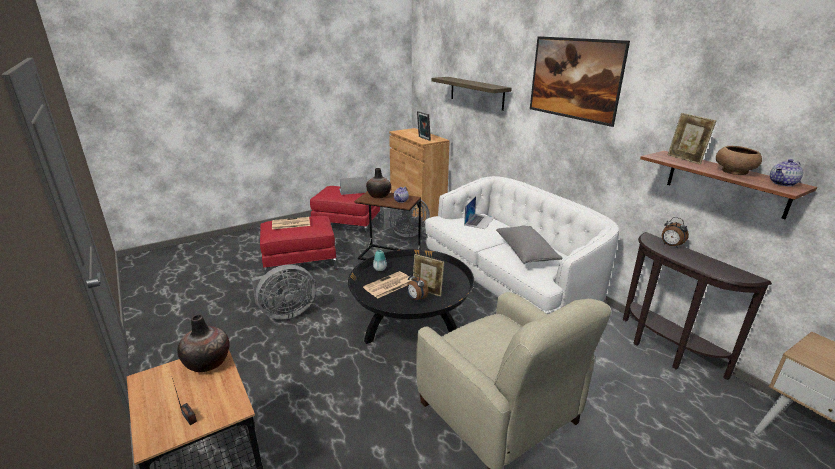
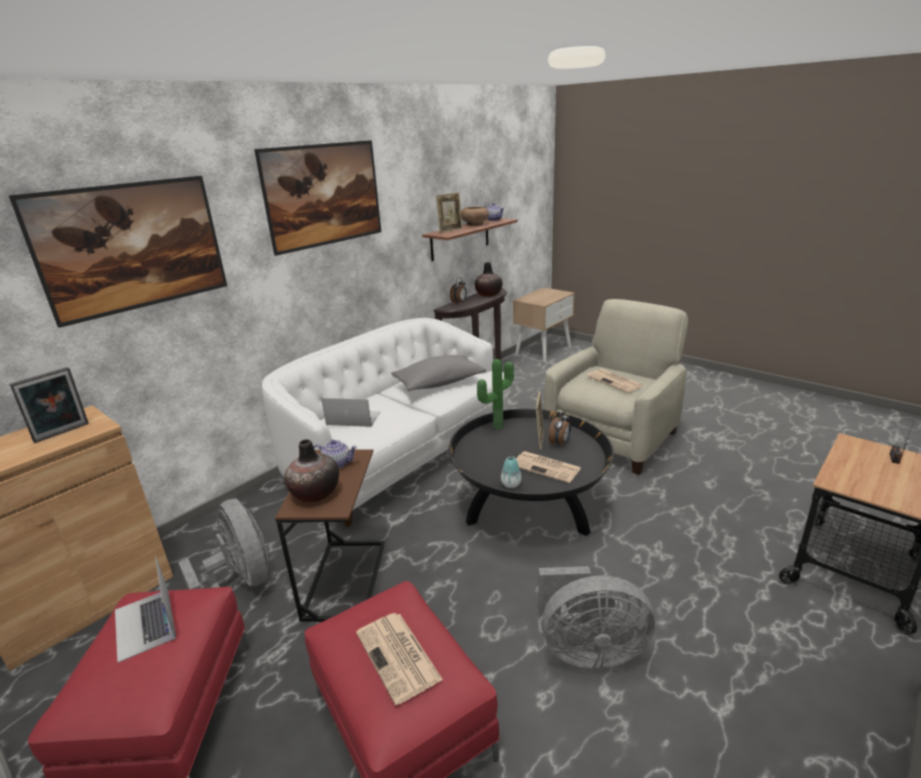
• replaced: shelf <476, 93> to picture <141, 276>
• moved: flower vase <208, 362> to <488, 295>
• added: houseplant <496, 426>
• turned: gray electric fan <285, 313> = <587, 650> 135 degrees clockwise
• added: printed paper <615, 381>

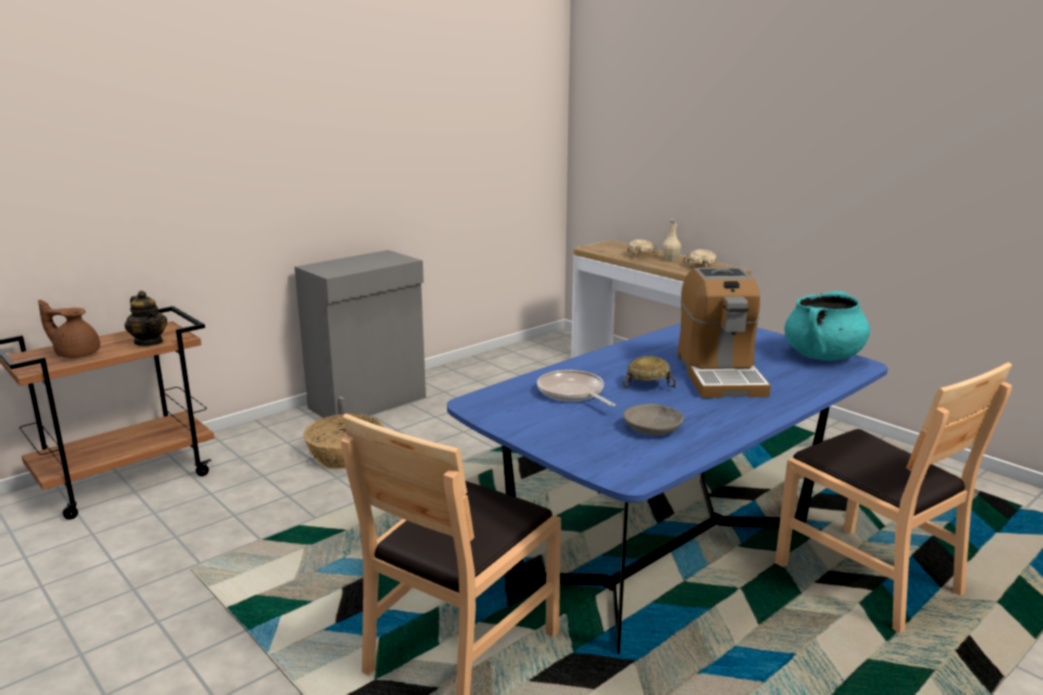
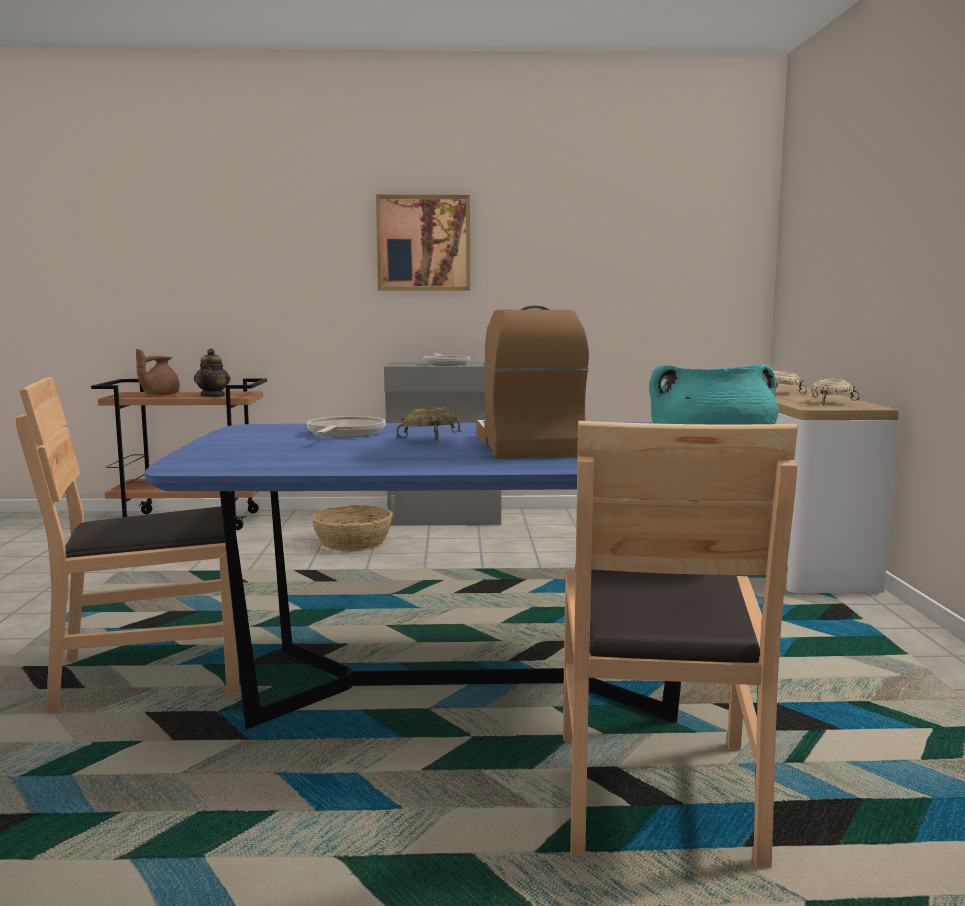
• turned: brown-coloured tea pot <76, 354> = <159, 395> 105 degrees counterclockwise
• added: picture <423, 243>
• added: skillet <446, 364>
• turned: coffee brewer <719, 374> = <527, 446> 135 degrees clockwise
• removed: gray deep dish <653, 428>
• removed: sand-coloured drink bottle <670, 260>

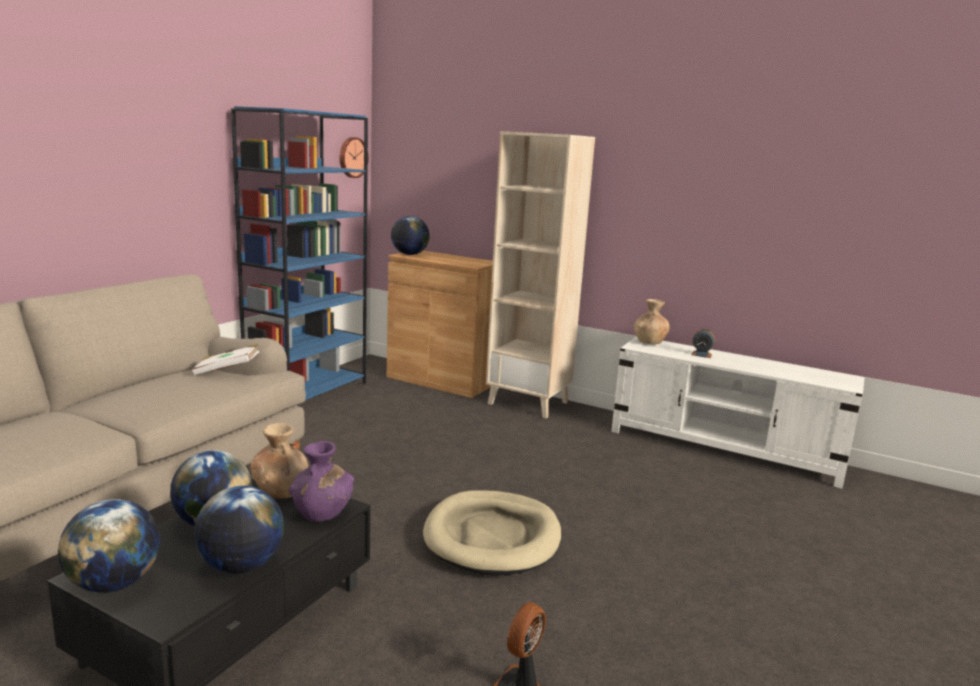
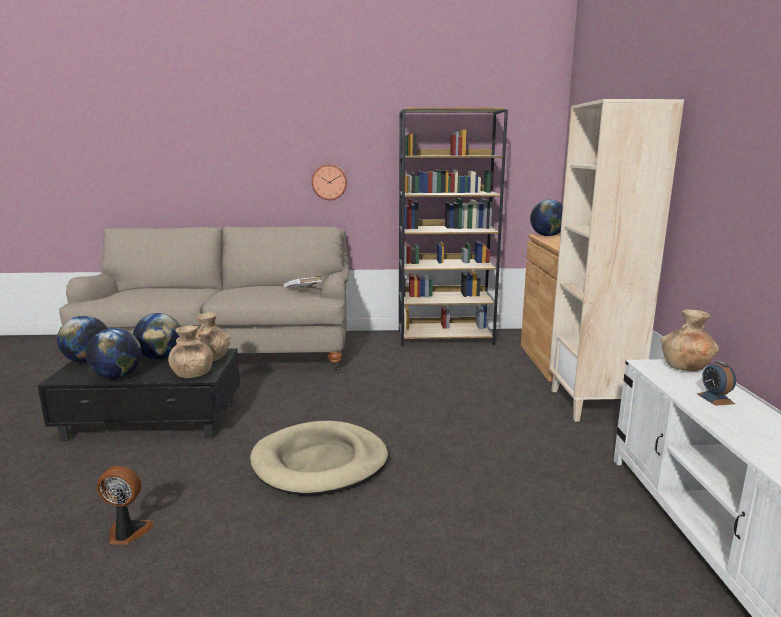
• recoloured: purple-coloured flower vase <322, 513> to brown-coloured flower vase <192, 374>
• moved: clock on the wall <352, 157> to <329, 182>
• recoloured: blue-coloured shelving unit <307, 392> to brown-coloured shelving unit <445, 337>

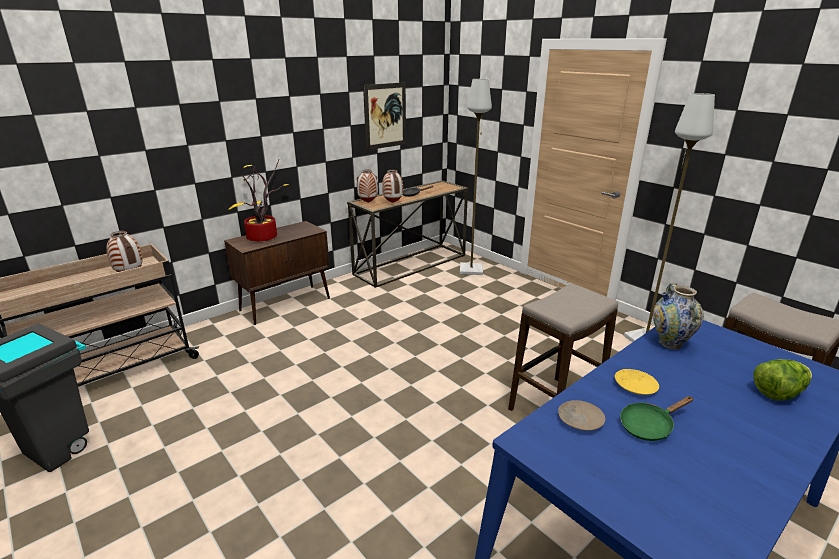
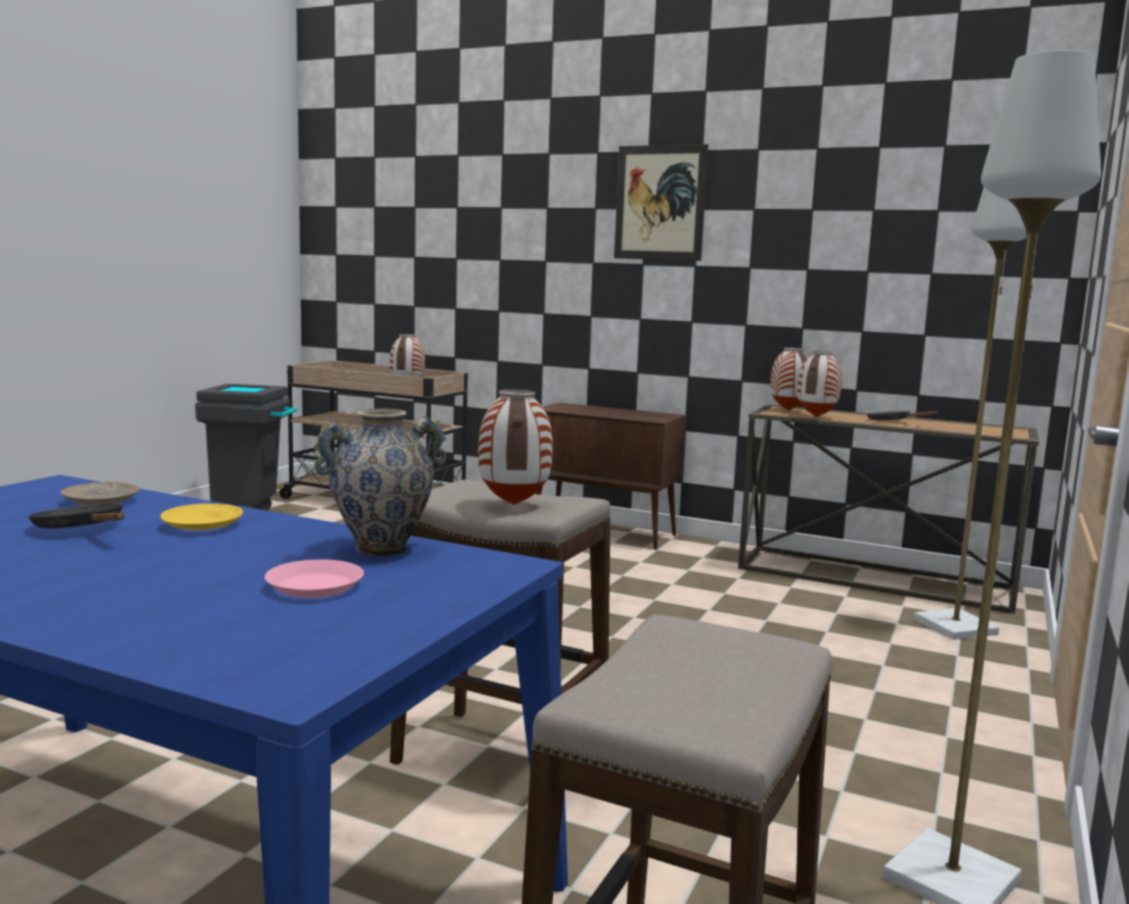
• recoloured: greenish skillet <649, 426> to blackish skillet <82, 529>
• added: pinkish plate <314, 586>
• added: flower vase <512, 504>
• moved: picture <385, 116> to <660, 203>
• removed: houseplant <263, 238>
• removed: lettuce <778, 393>

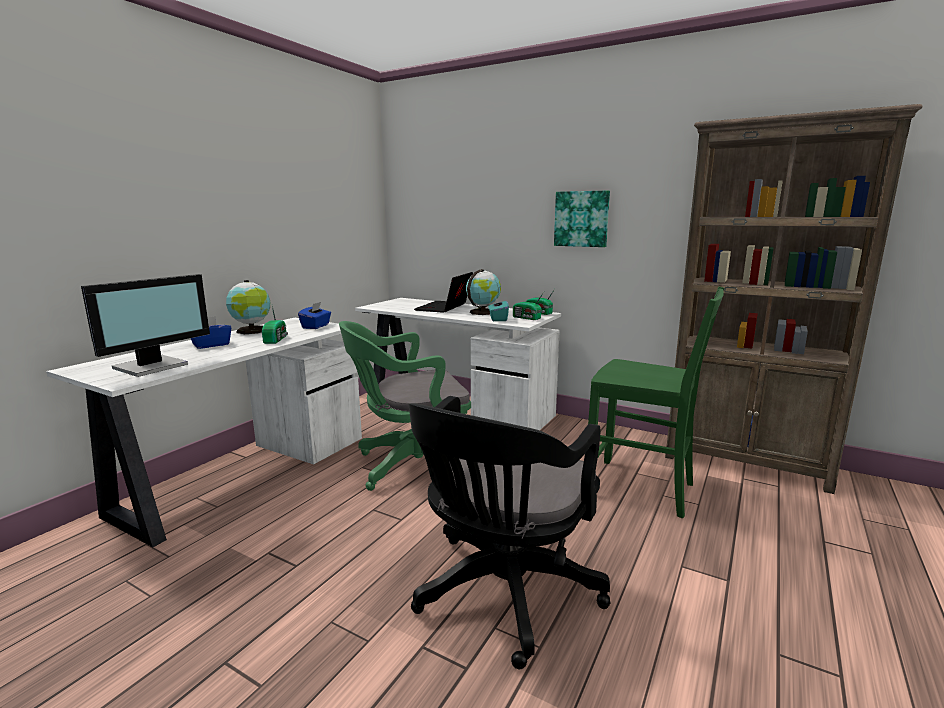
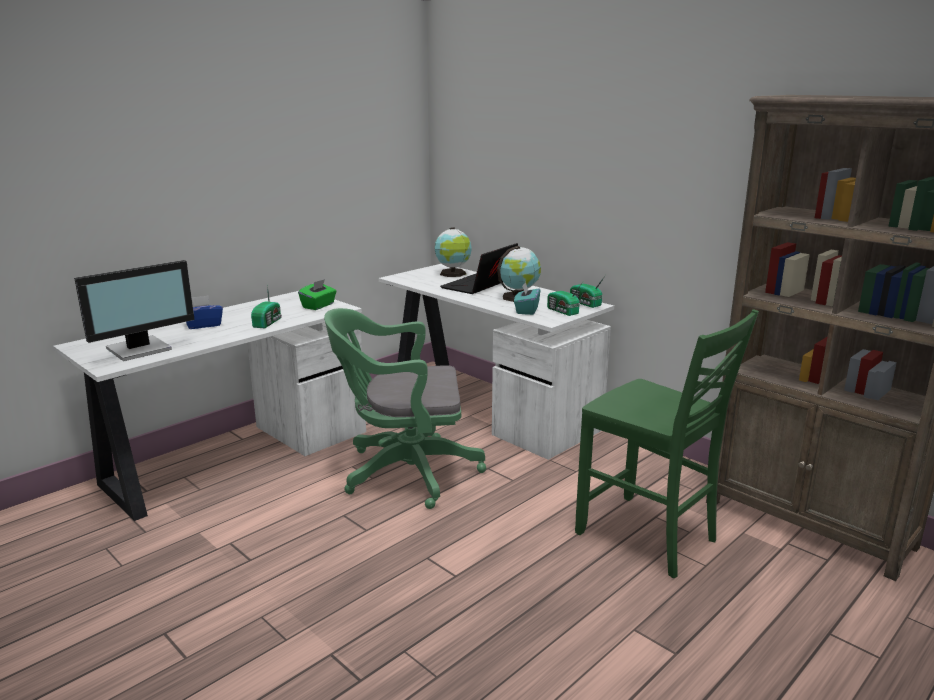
• recoloured: blue-coloured box of tissues <316, 326> to greenish box of tissues <318, 306>
• moved: world globe <252, 331> to <453, 274>
• removed: blackish office chair <503, 595>
• removed: picture <581, 219>

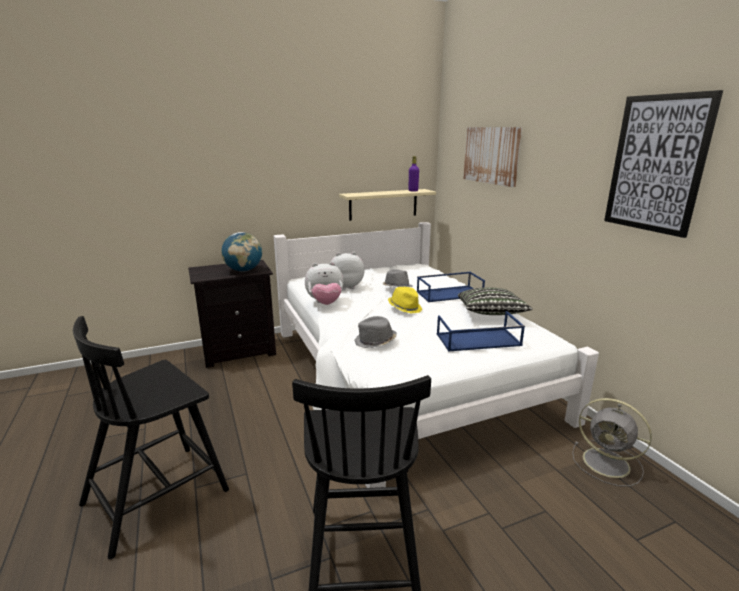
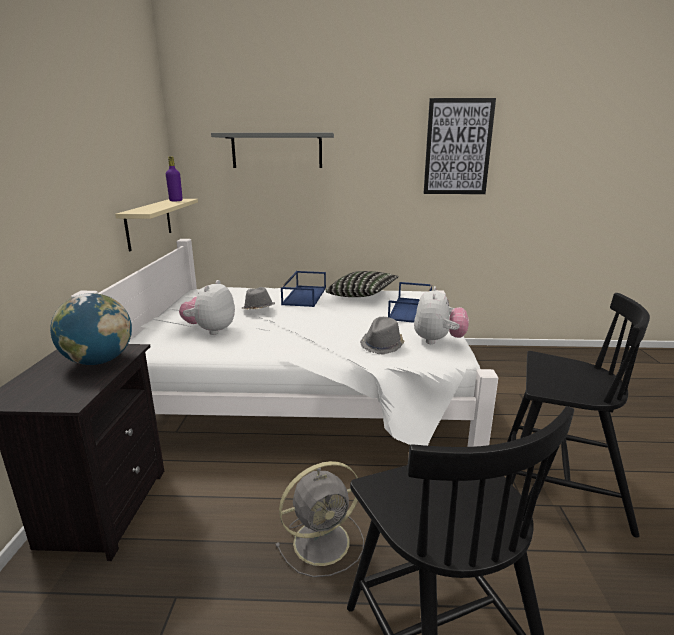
• replaced: picture <491, 155> to gray shelf <277, 150>
• moved: gray electric fan <608, 463> to <324, 541>
• moved: soft toy <325, 303> to <438, 341>
• removed: yellow-coloured hat <405, 308>

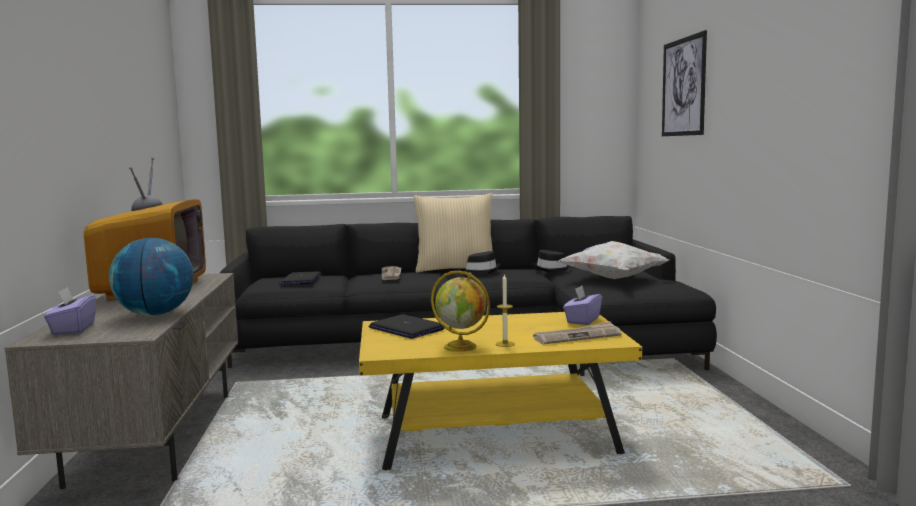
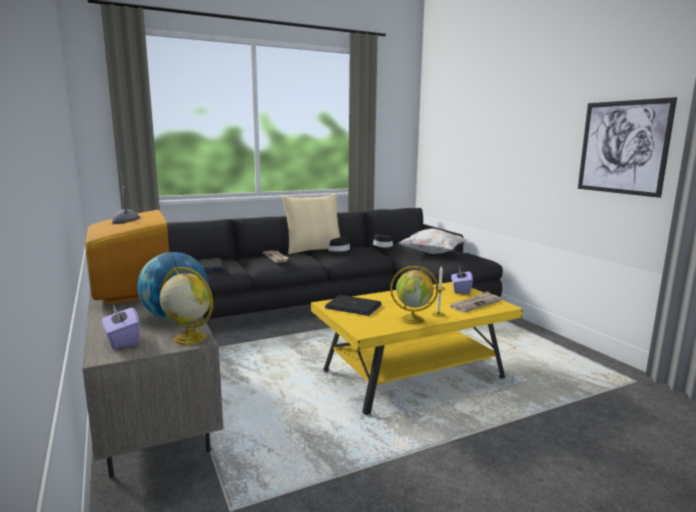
• added: world globe <188, 338>
• moved: picture <683, 87> to <623, 147>

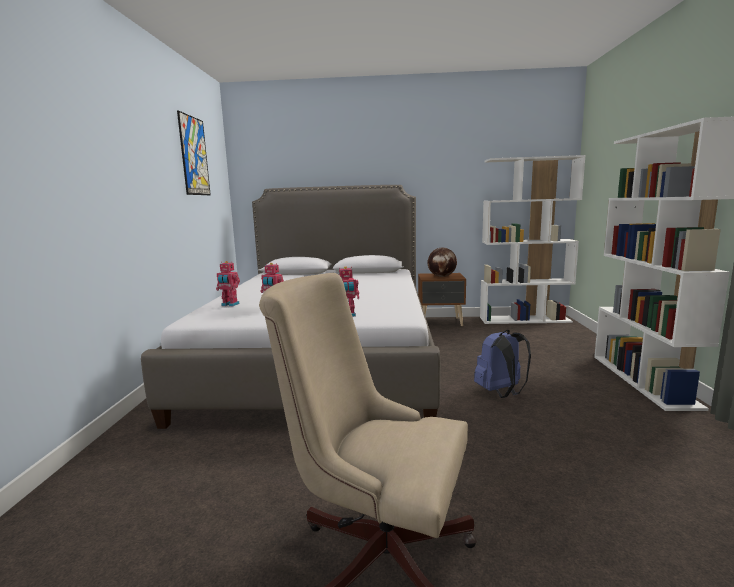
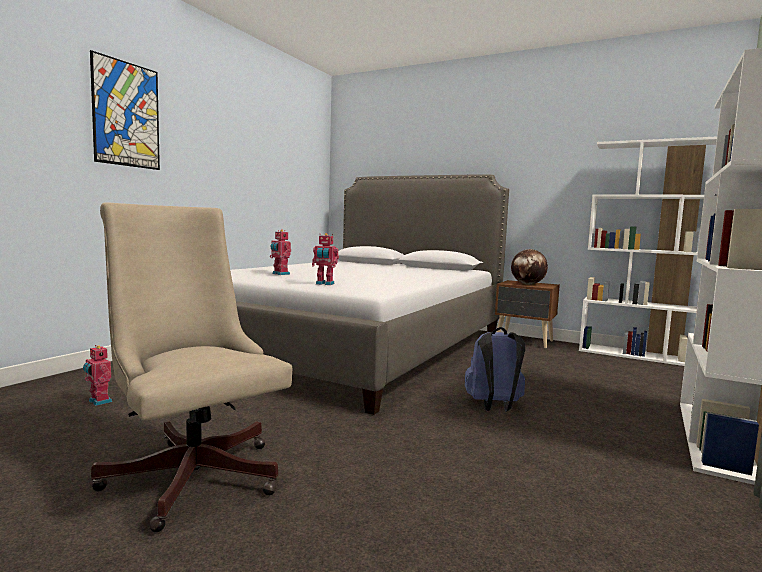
• moved: model robot <229, 305> to <98, 402>
• moved: picture <194, 156> to <126, 114>

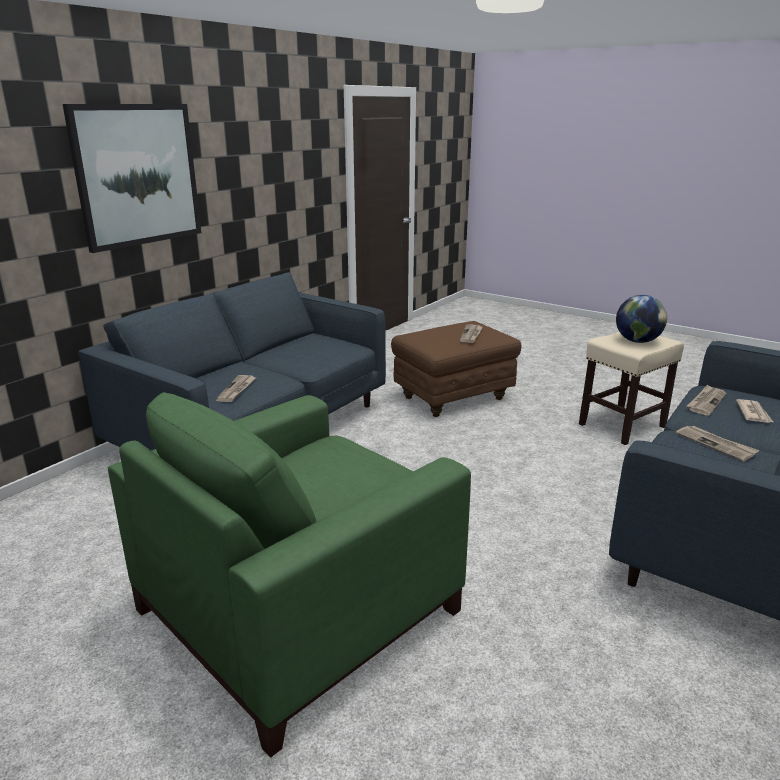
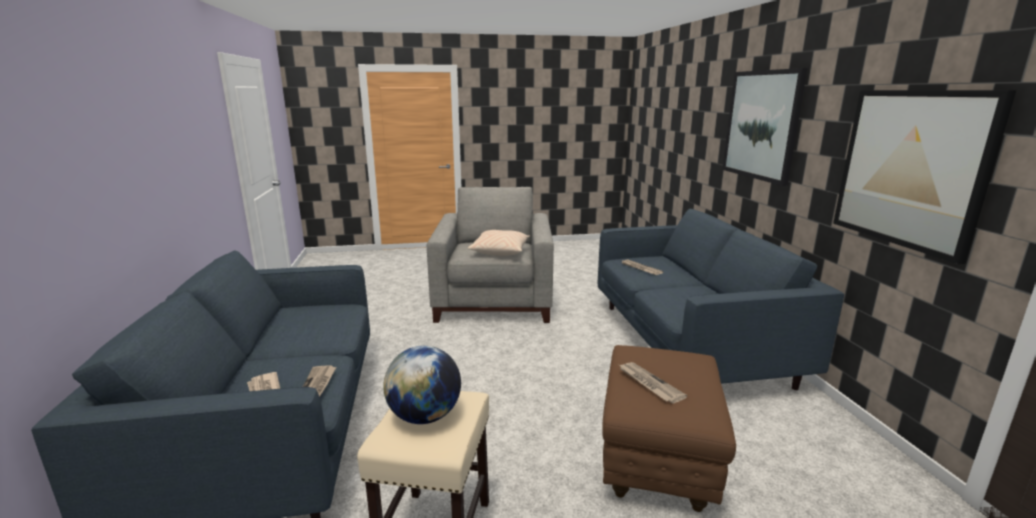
• recoloured: greenish easy chair <300, 607> to gray easy chair <494, 300>
• added: sand-coloured throw pillow <500, 251>
• added: picture <911, 169>
• removed: printed paper <716, 444>

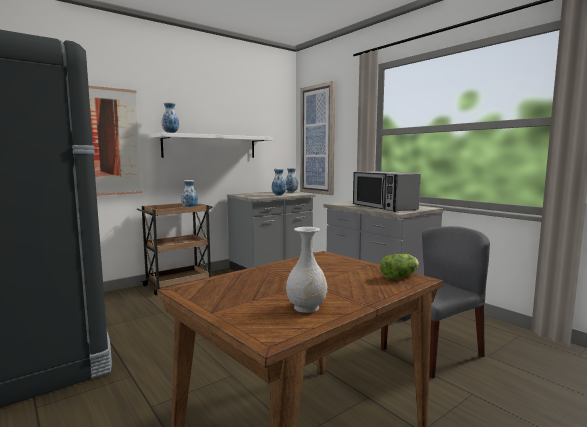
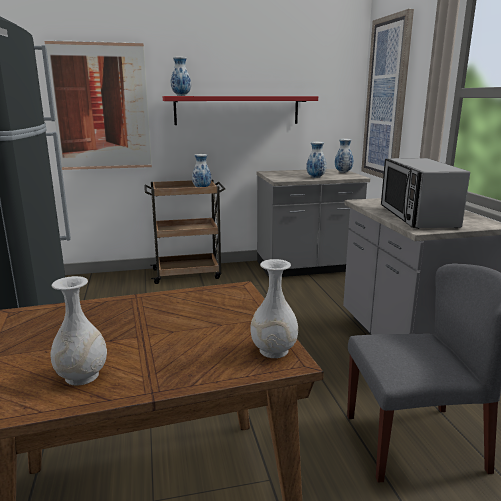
• recoloured: white shelf <210, 147> to red shelf <237, 110>
• replaced: lettuce <400, 276> to white flower vase <273, 350>

